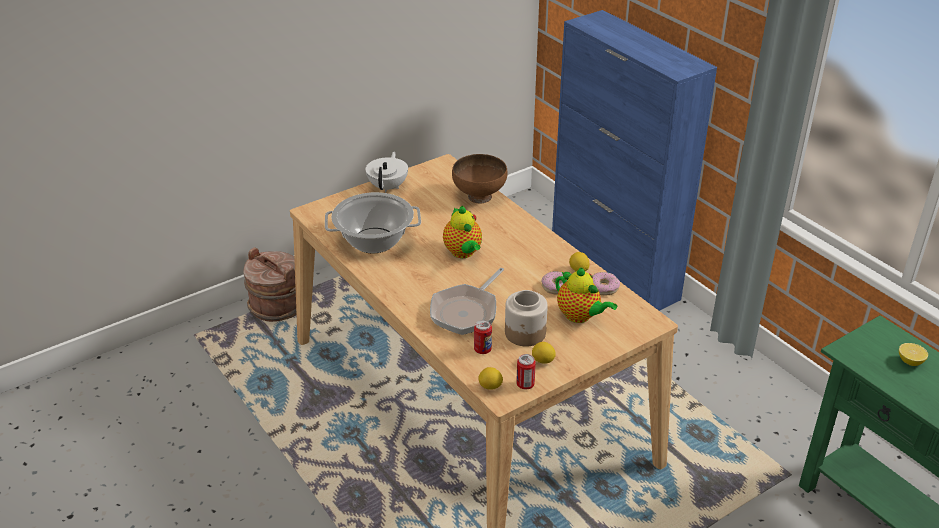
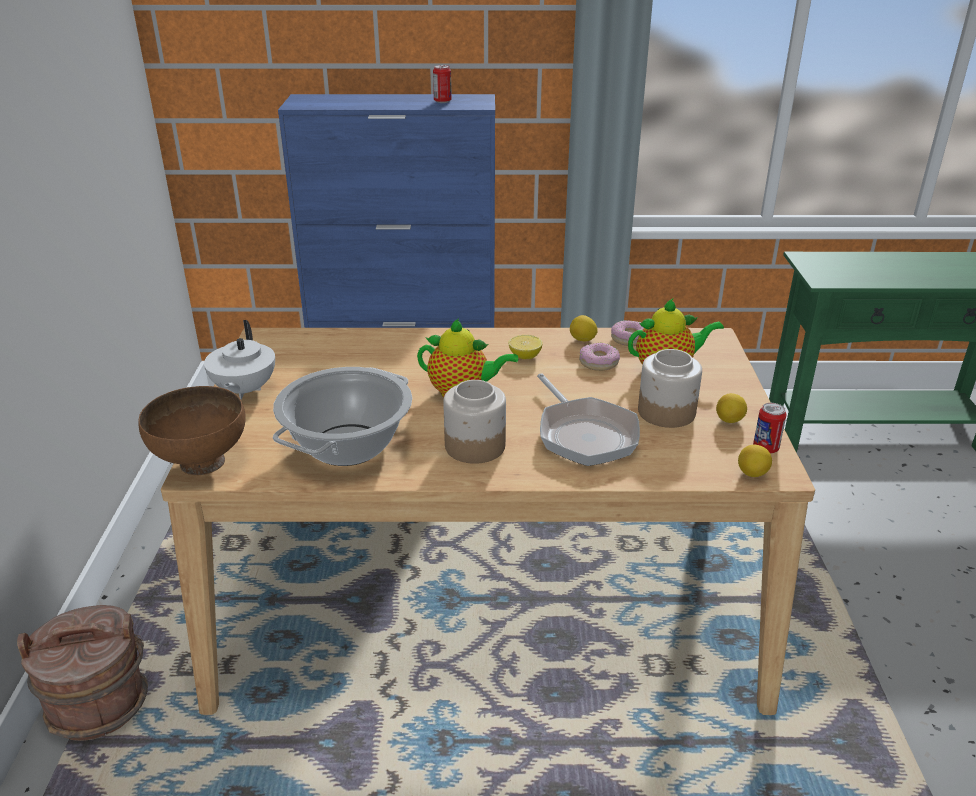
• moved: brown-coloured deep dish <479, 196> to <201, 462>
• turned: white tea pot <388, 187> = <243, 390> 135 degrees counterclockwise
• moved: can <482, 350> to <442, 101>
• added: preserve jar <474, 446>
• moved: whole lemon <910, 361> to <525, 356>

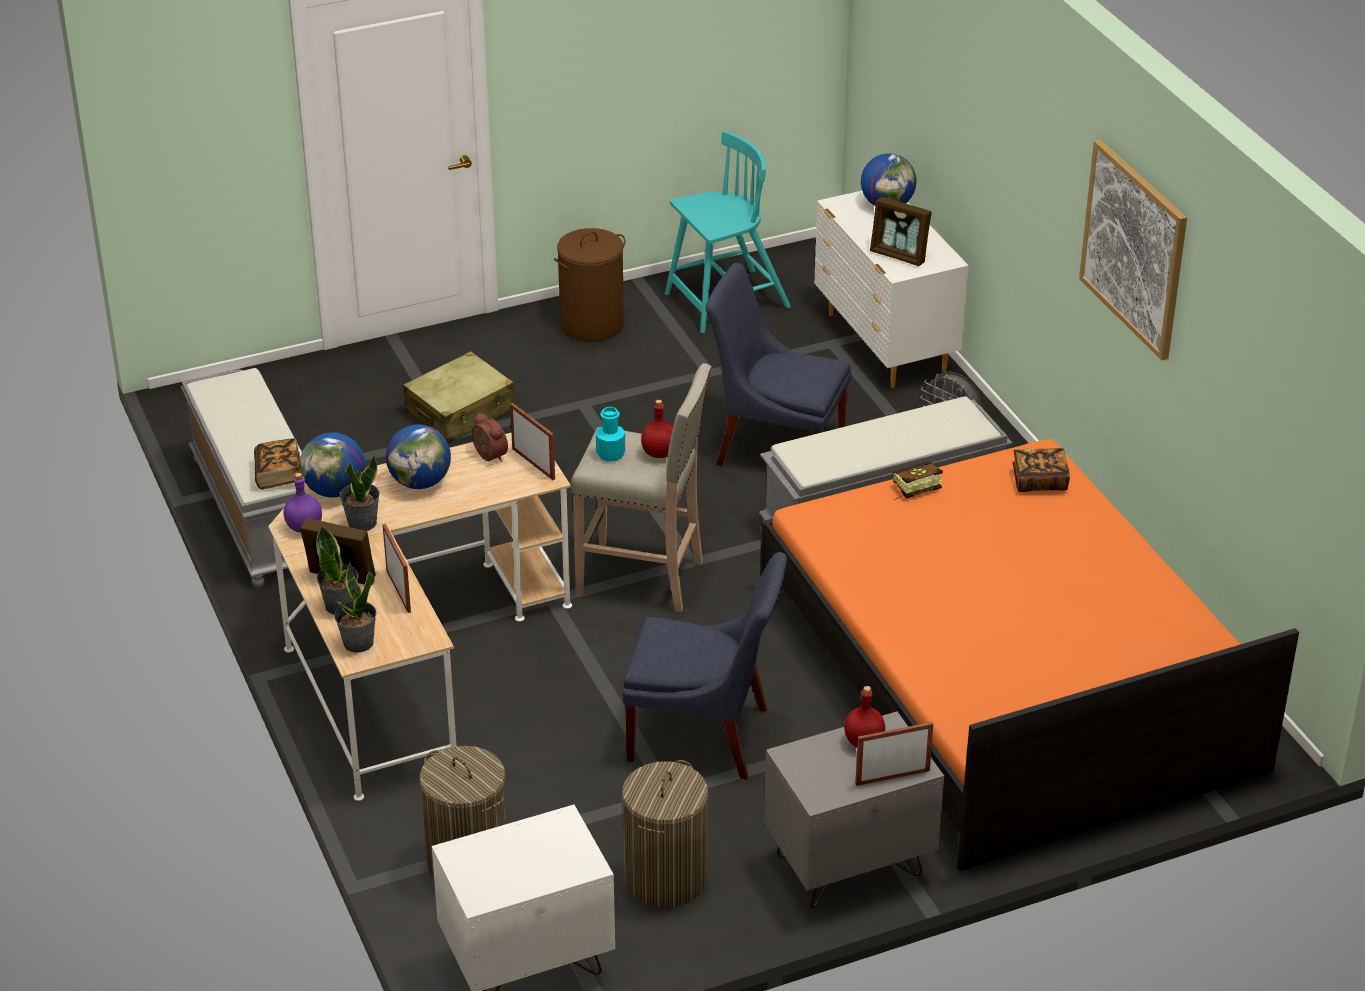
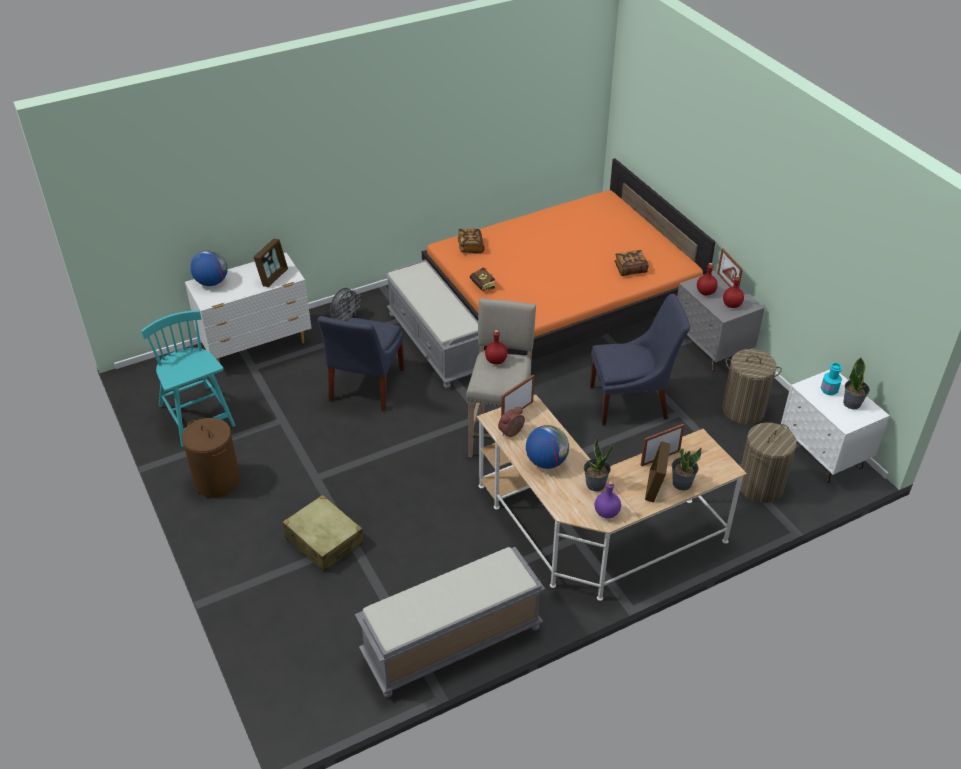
• turned: blue-coloured plain chair <705, 736> = <632, 402> 75 degrees clockwise
• moved: book <278, 475> to <630, 269>
• added: red drink bottle <732, 305>
• moved: turquoise-coloured drink bottle <610, 454> to <829, 390>
• moved: houseplant <358, 643> to <852, 403>
• removed: world globe <335, 491>
• removed: picture <1134, 248>

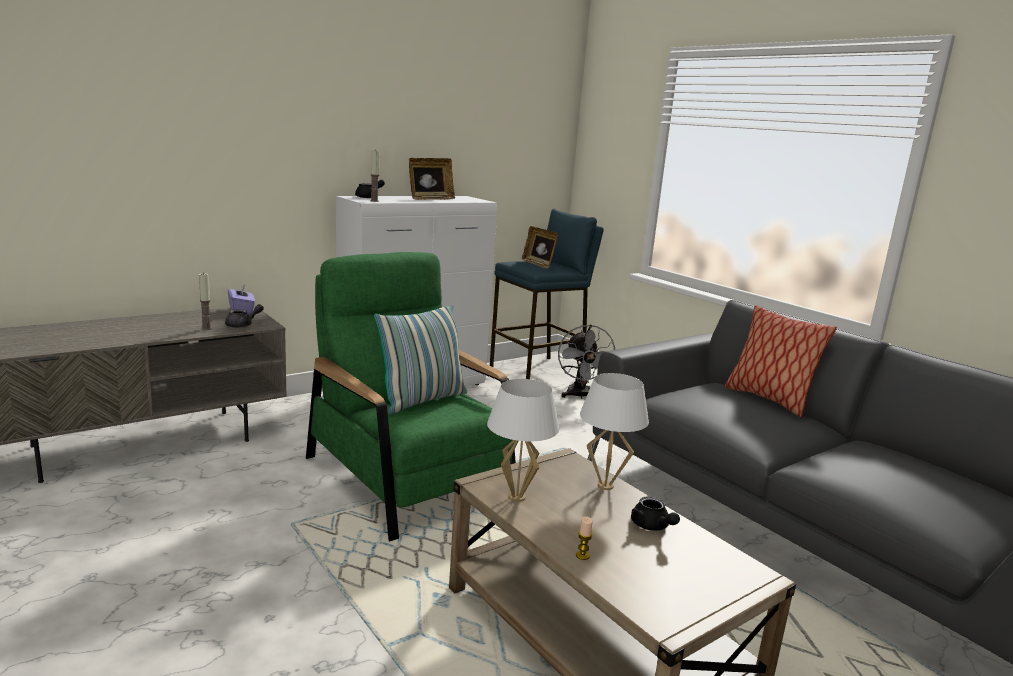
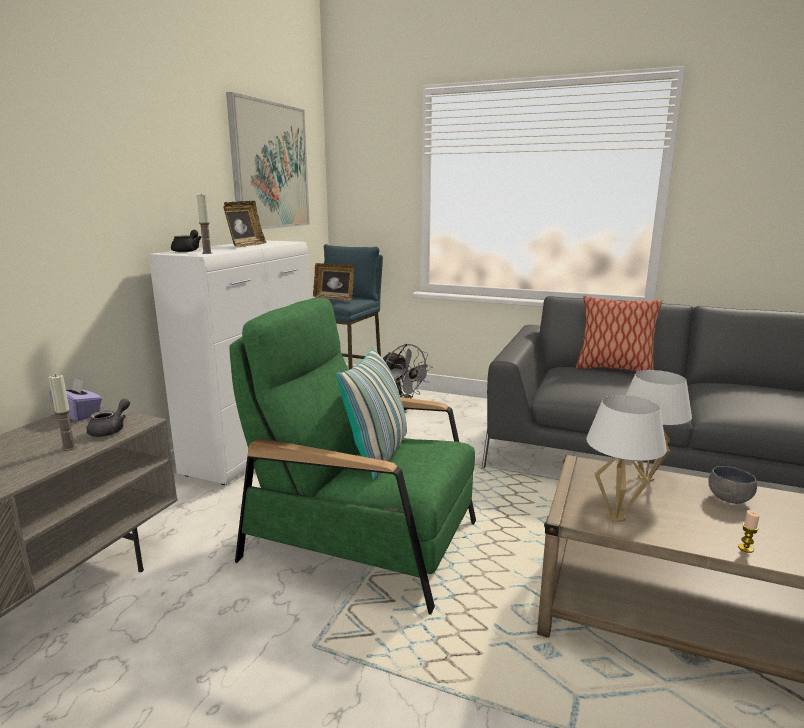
• added: picture <270, 166>
• replaced: blackish tea pot <652, 526> to gray deep dish <730, 499>

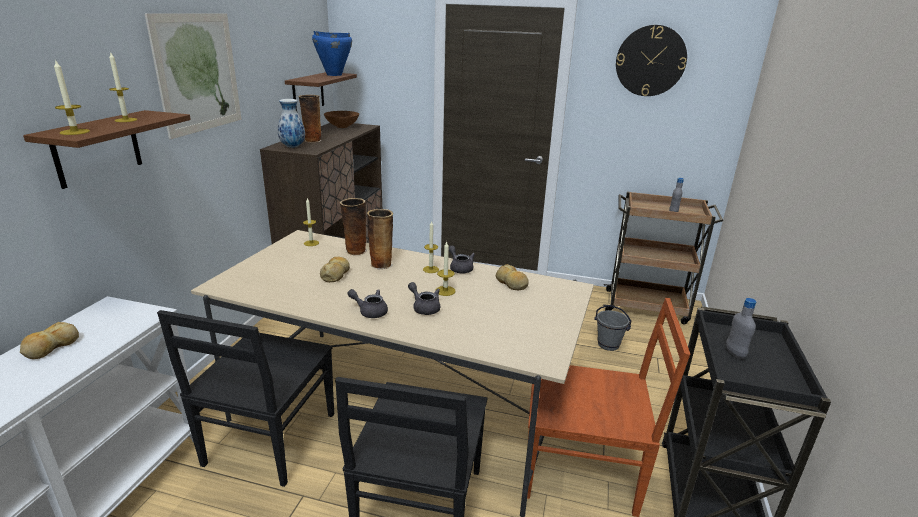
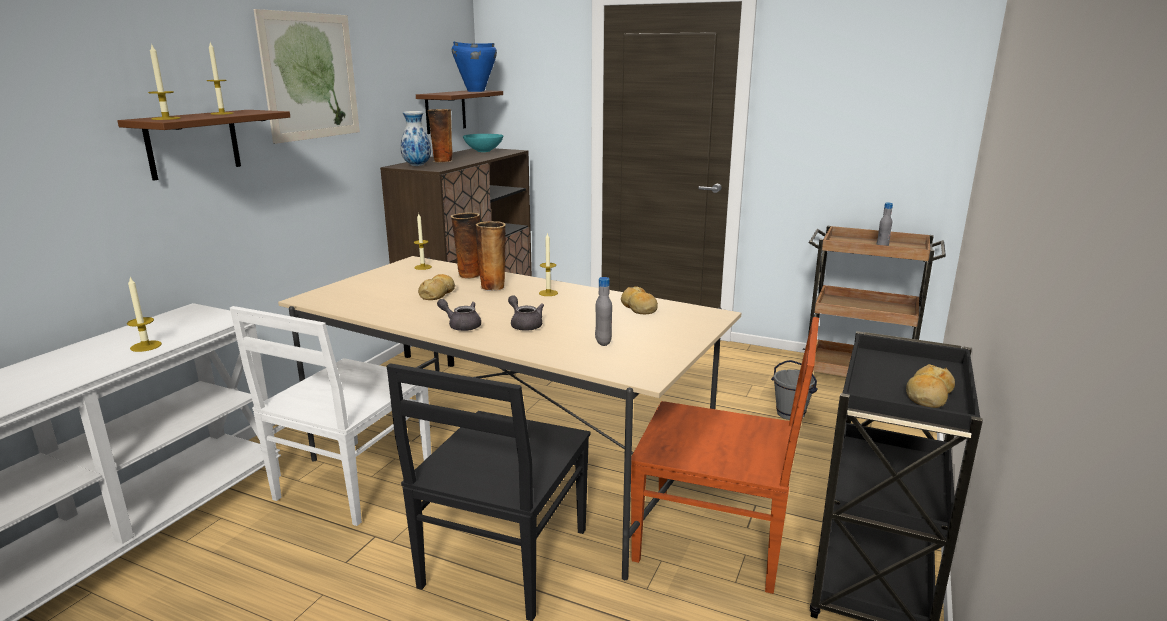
• moved: candle <445, 291> to <146, 346>
• recoloured: blackish plain chair <269, 441> to white plain chair <352, 482>
• recoloured: brown-coloured deep dish <341, 127> to turquoise-coloured deep dish <483, 151>
• moved: gray drink bottle <734, 353> to <603, 342>
• moved: bread <50, 347> to <928, 396>
• removed: gray tea pot <460, 268>
• removed: clock on the wall <650, 61>

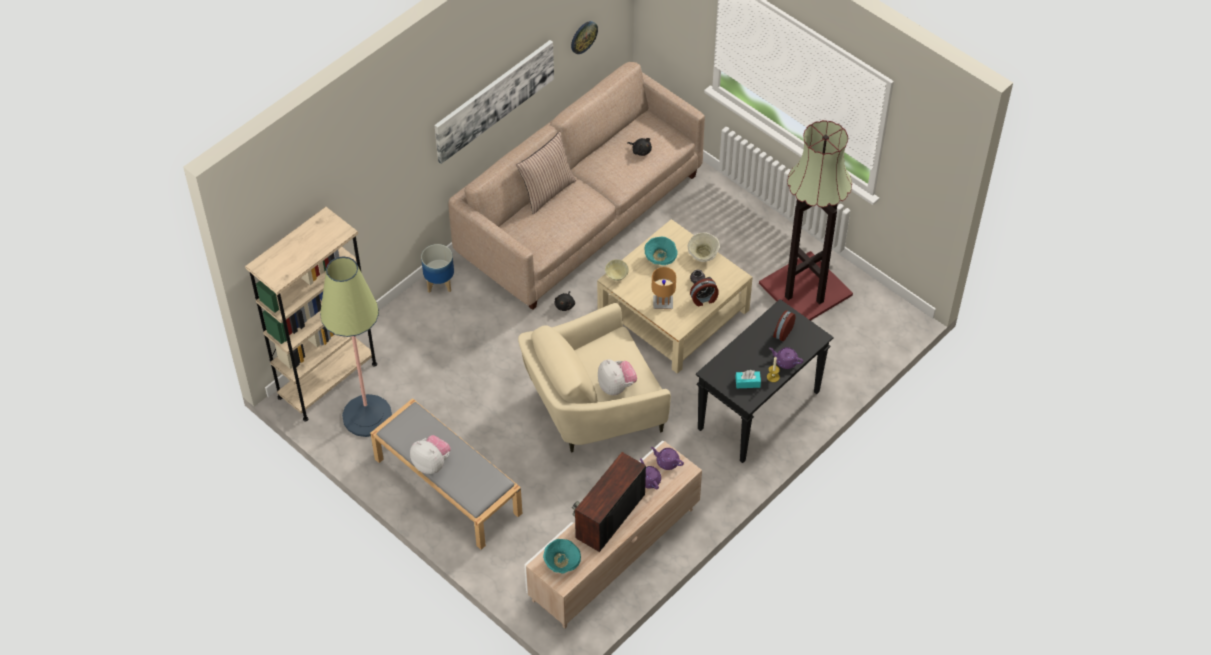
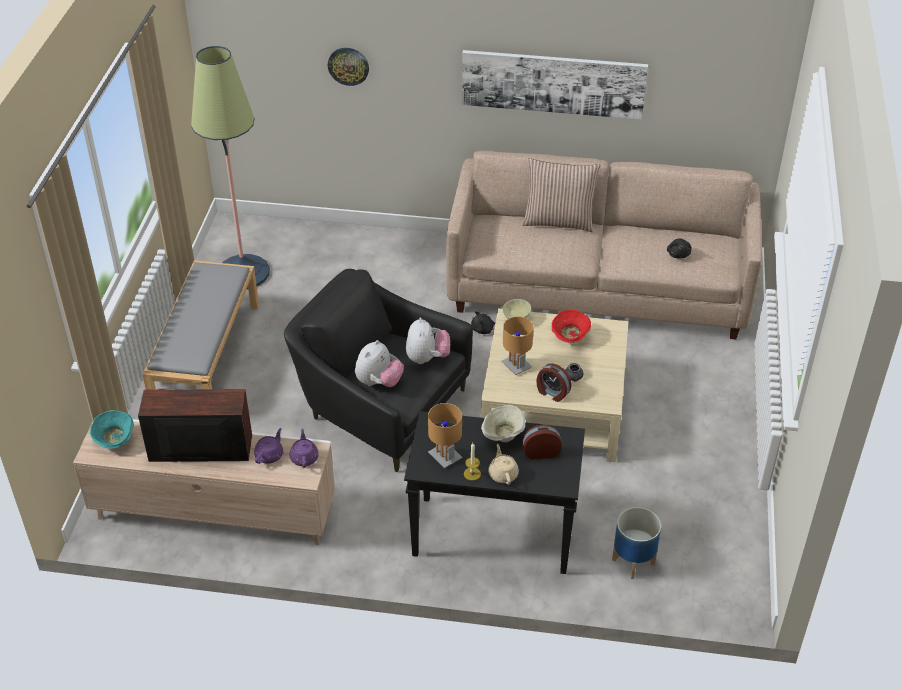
• recoloured: sand-coloured easy chair <593, 408> to blackish easy chair <380, 408>
• moved: clock on the wall <583, 37> to <348, 66>
• moved: soft toy <431, 463> to <427, 358>
• replaced: turquoise-coloured box of tissues <747, 383> to brown-coloured tabletop lamp <444, 457>
• moved: sand-coloured deep dish <703, 255> to <503, 435>
• recoloured: purple-coloured tea pot <785, 361> to sand-coloured tea pot <503, 474>
• recoloured: turquoise-coloured deep dish <660, 259> to red deep dish <570, 337>
• moved: flower pot <439, 283> to <633, 561>
• removed: sand-coloured shelving unit <327, 380>
• removed: floor lamp <807, 289>

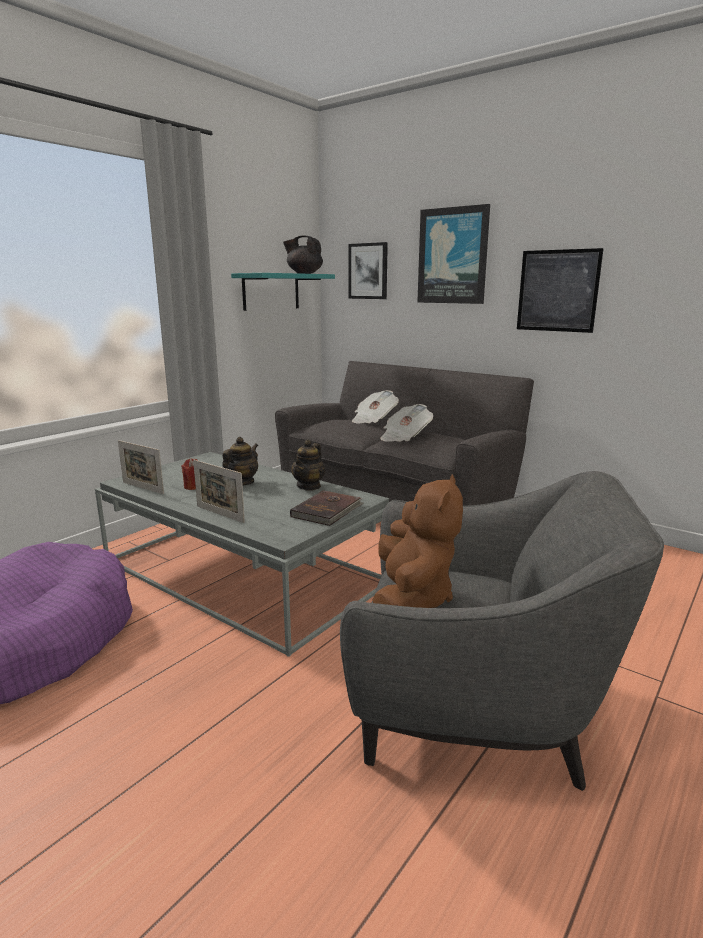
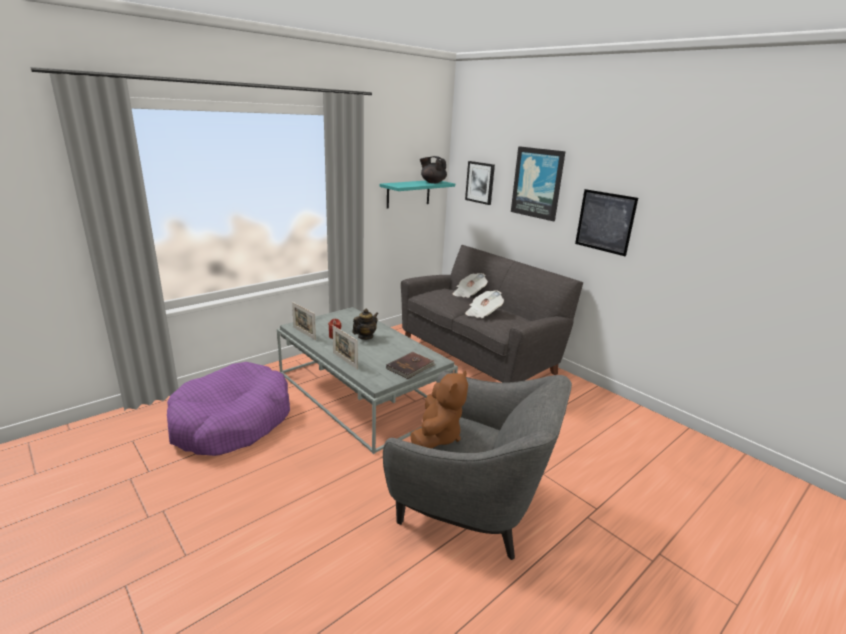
• removed: tea pot <309, 486>

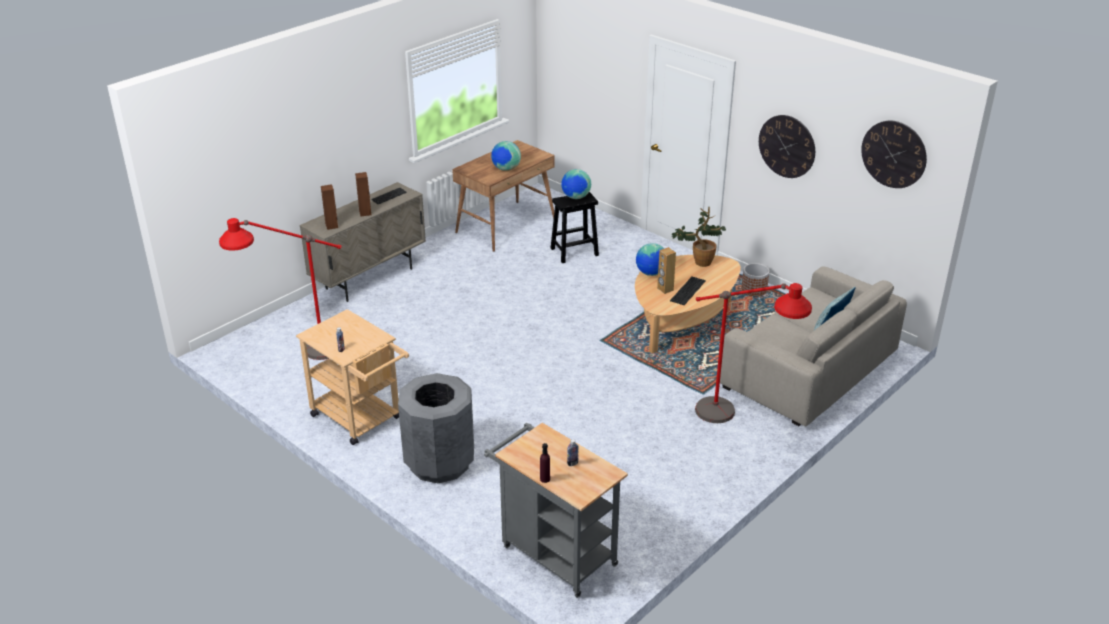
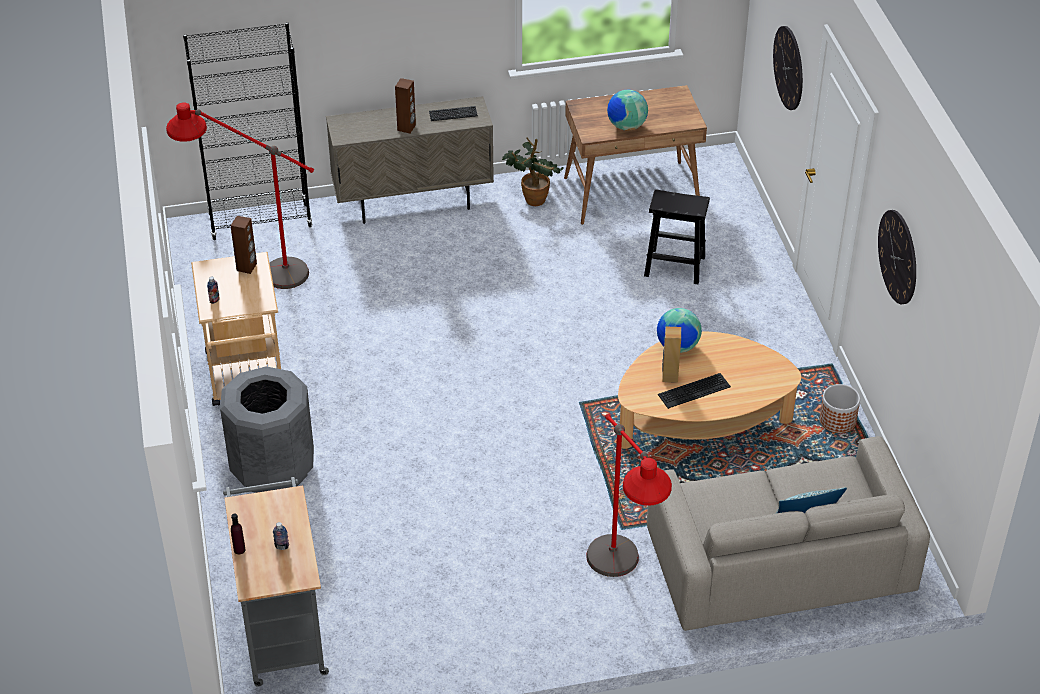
• added: blackish shelving unit <260, 221>
• moved: brown-coloured loudspeaker <332, 226> to <247, 267>
• moved: houseplant <698, 262> to <532, 197>
• moved: clock on the wall <893, 154> to <788, 68>
• removed: world globe <576, 197>

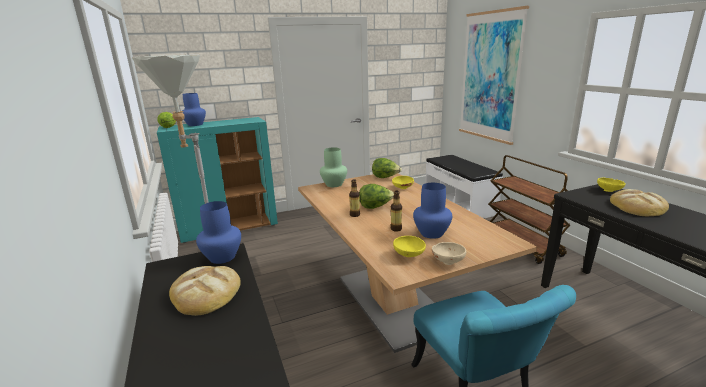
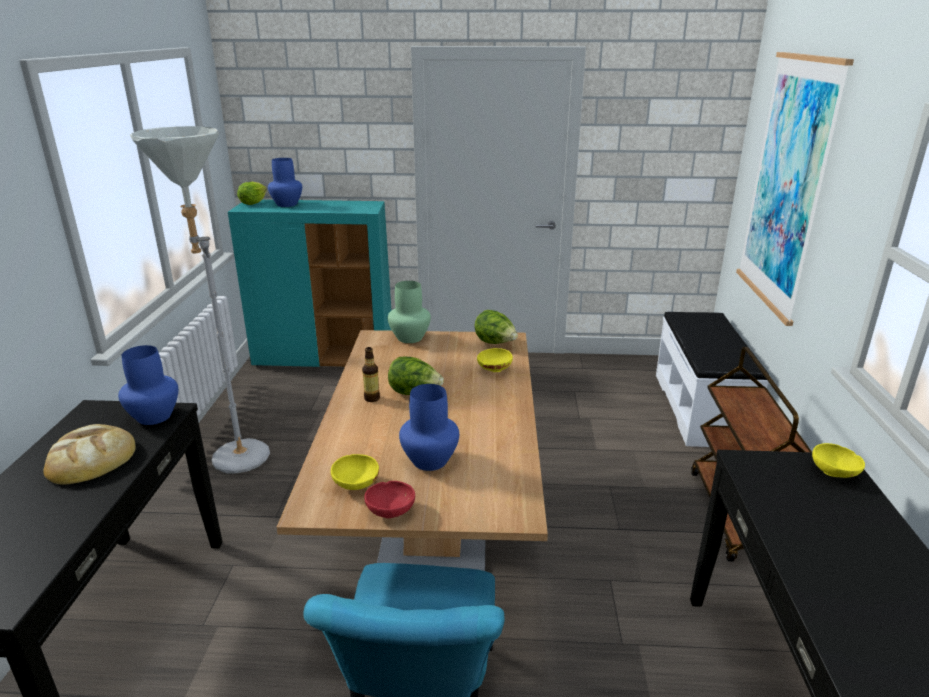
• recoloured: sand-coloured deep dish <448, 261> to red deep dish <391, 511>
• removed: drink bottle <396, 229>
• removed: bread <638, 206>

